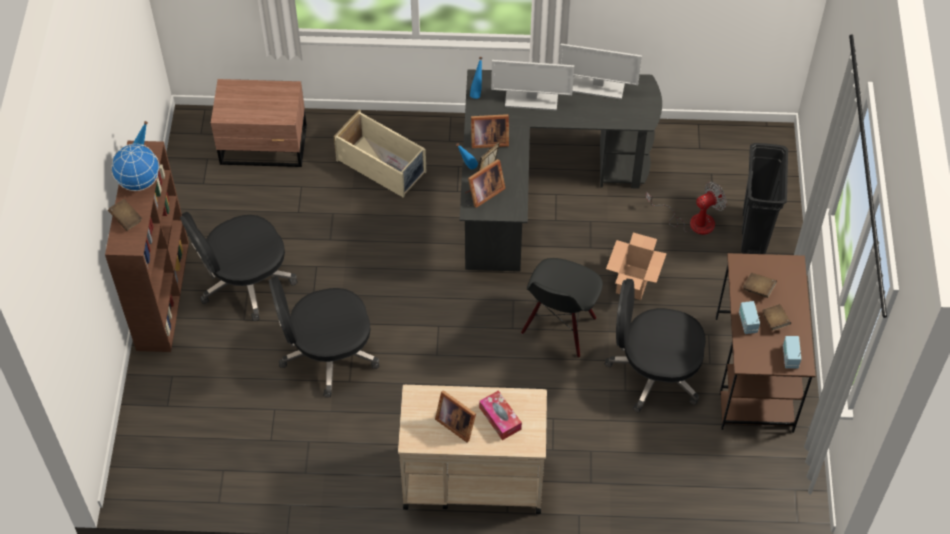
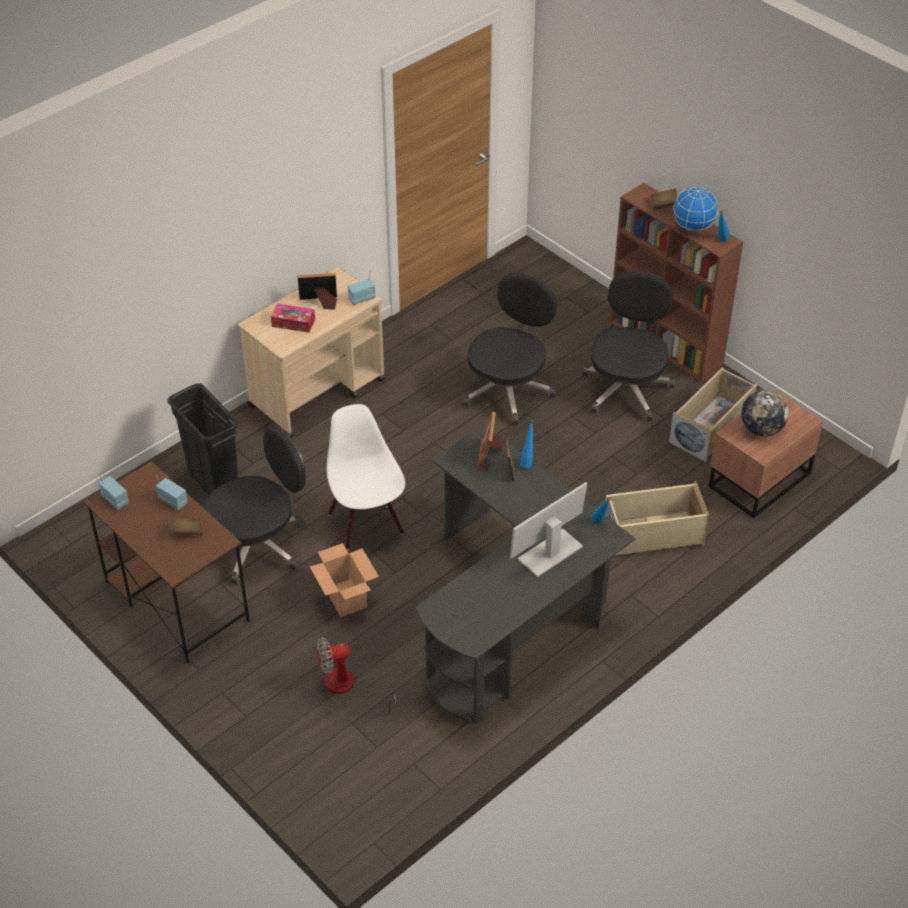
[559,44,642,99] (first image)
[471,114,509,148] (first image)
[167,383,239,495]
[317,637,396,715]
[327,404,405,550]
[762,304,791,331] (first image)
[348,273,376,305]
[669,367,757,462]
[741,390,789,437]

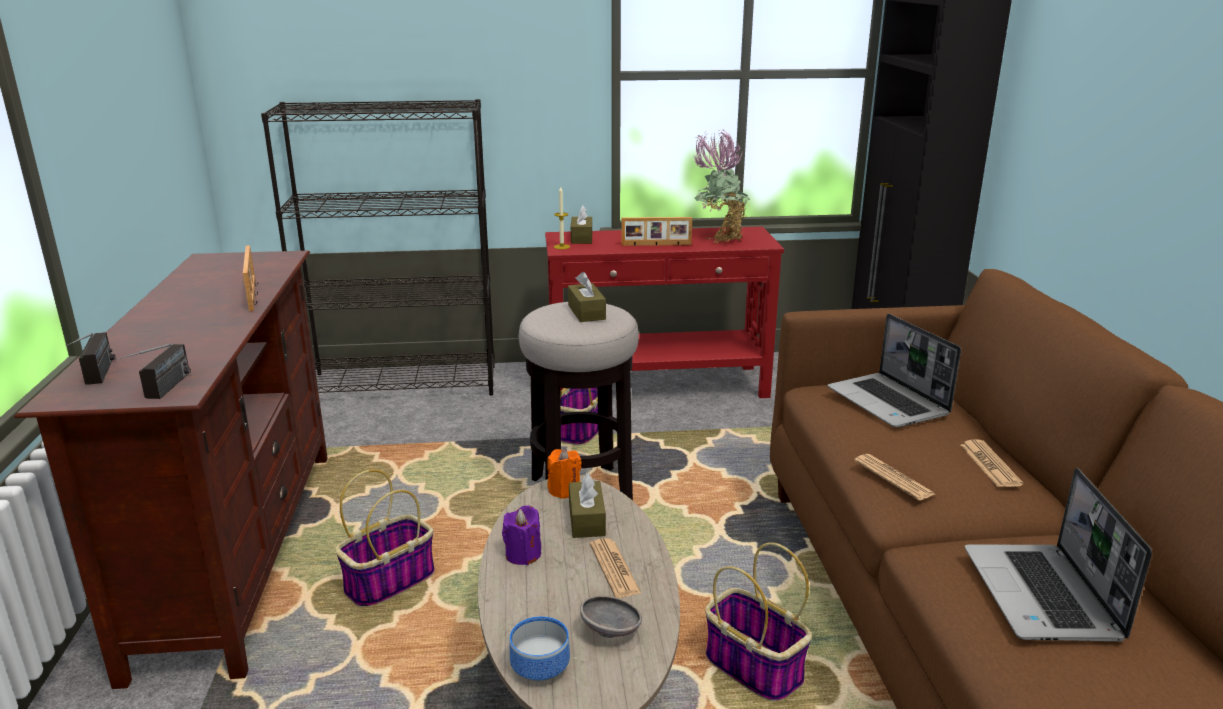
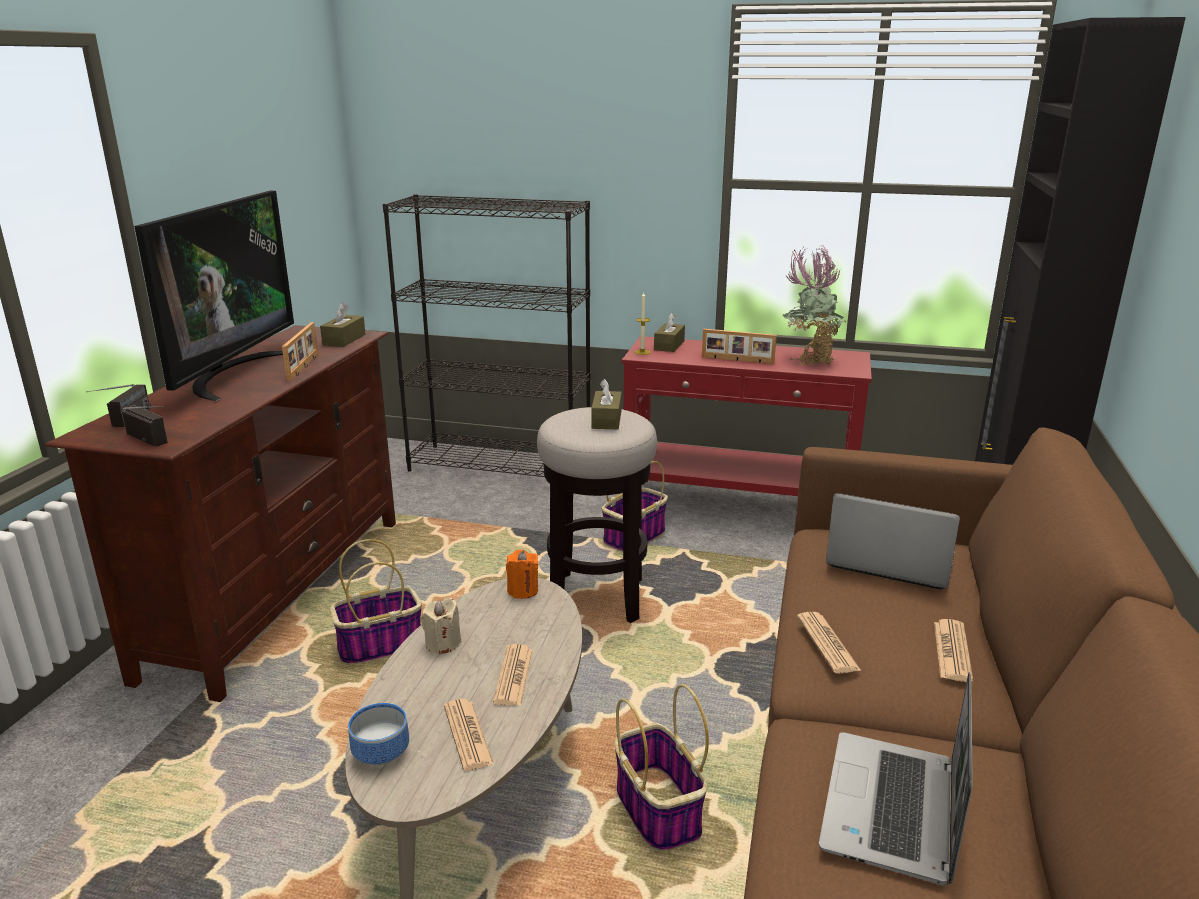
[826,493,960,589]
[122,405,168,447]
[320,302,366,347]
[421,597,462,655]
[444,699,494,771]
[134,191,294,401]

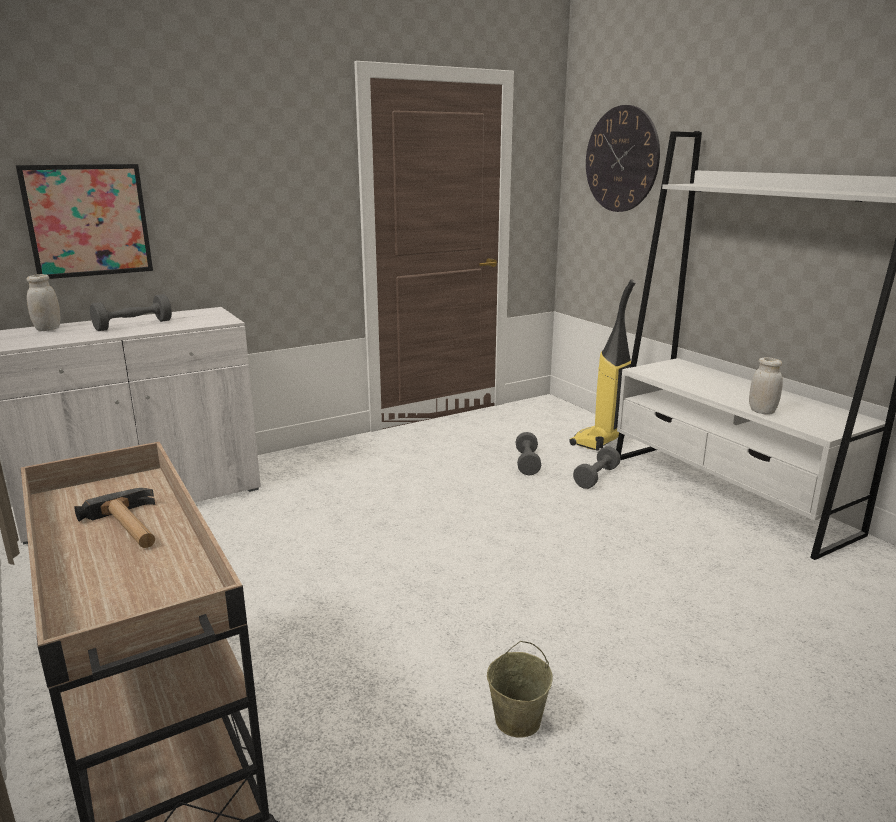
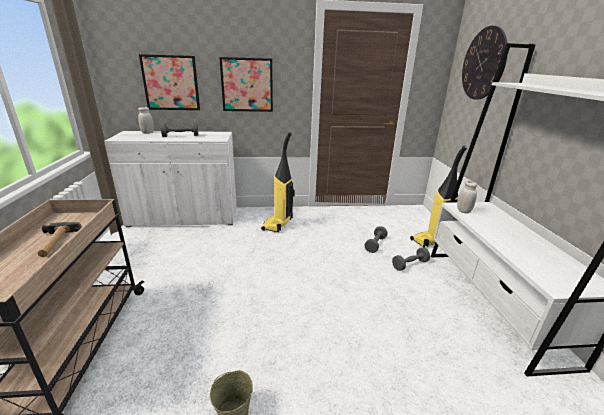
[457,181,478,214]
[219,57,273,112]
[261,132,295,232]

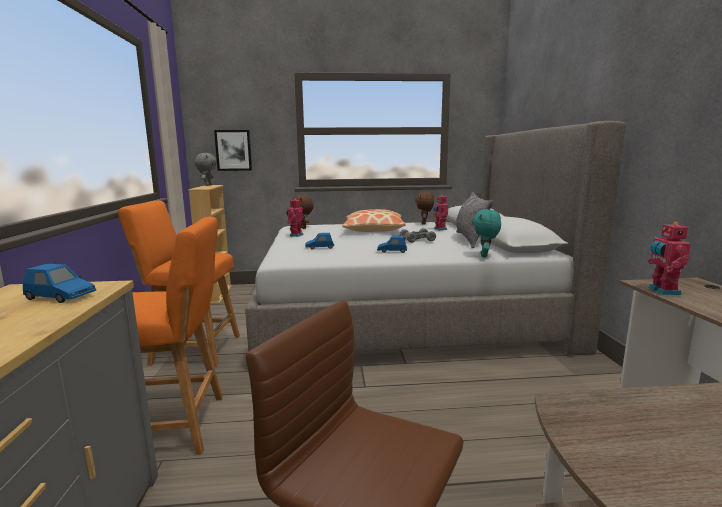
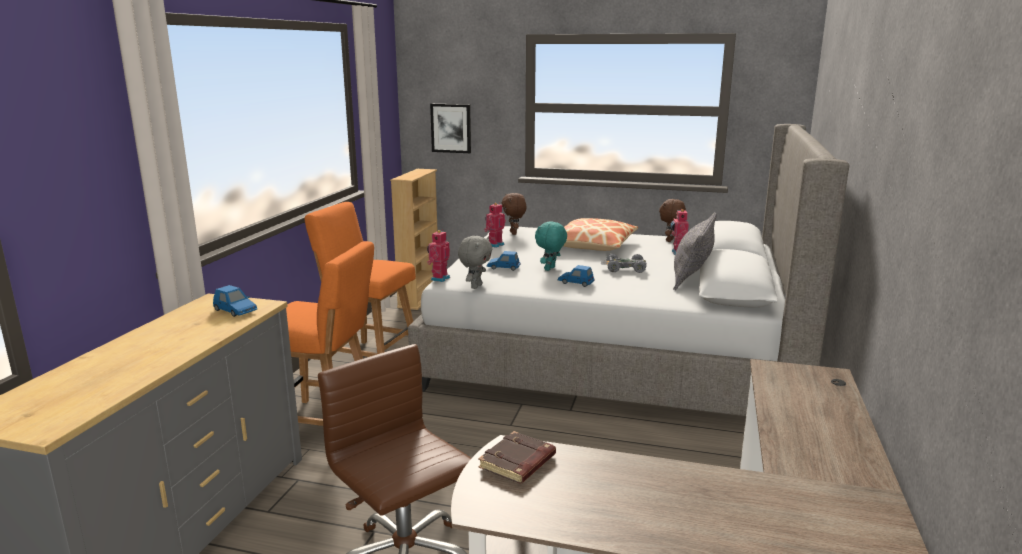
[458,236,492,289]
[535,221,567,271]
[427,230,450,282]
[478,431,556,484]

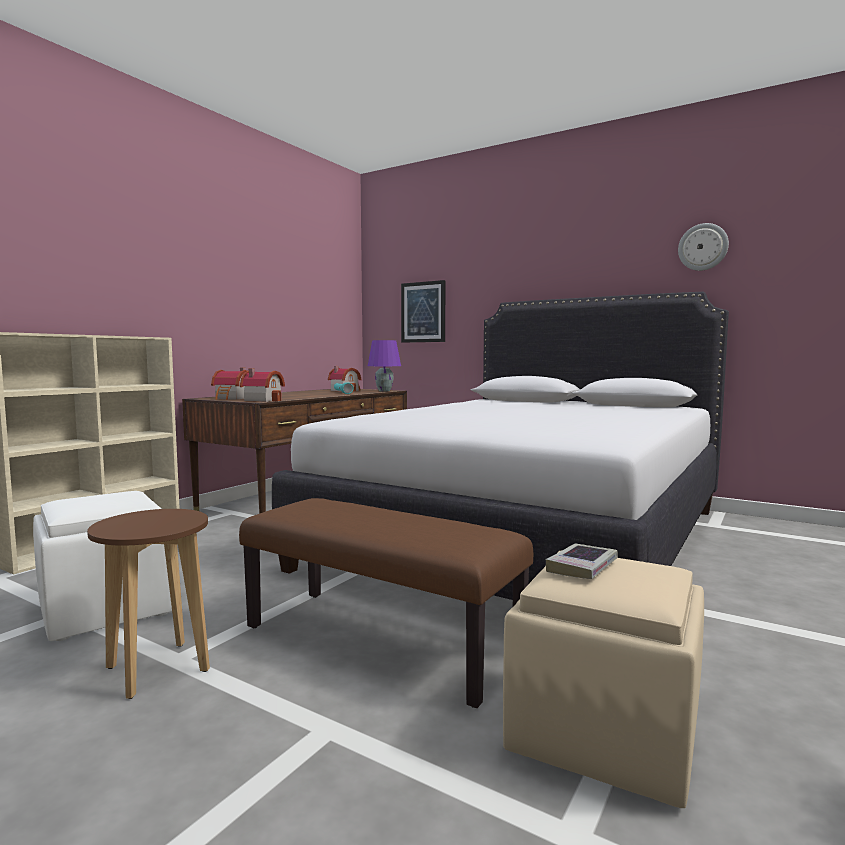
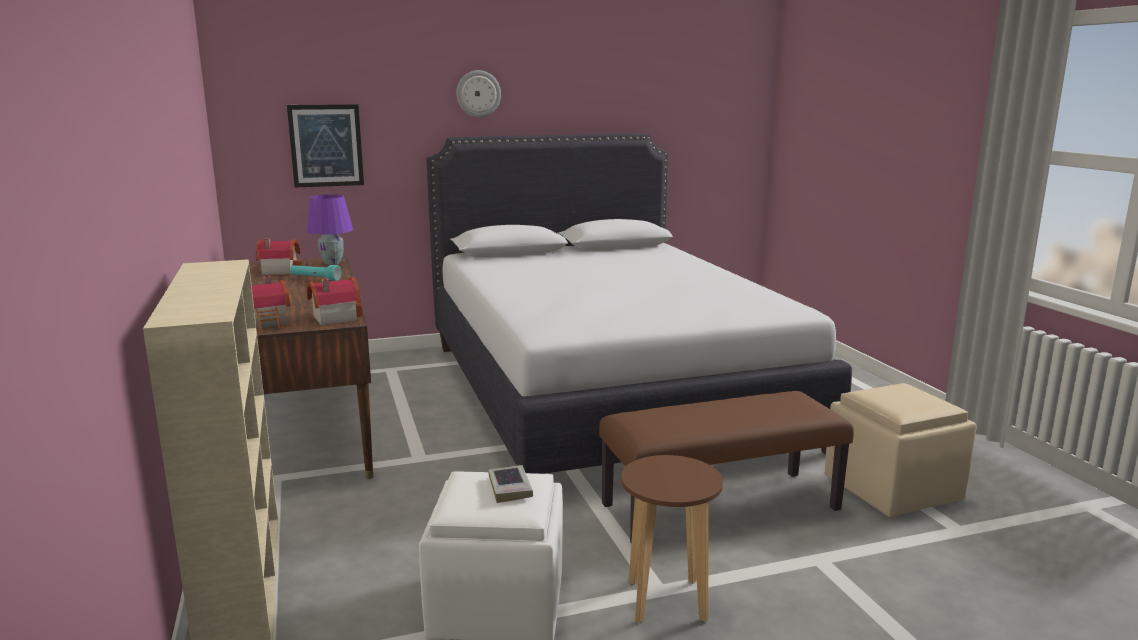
[456,70,501,117]
[488,465,533,503]

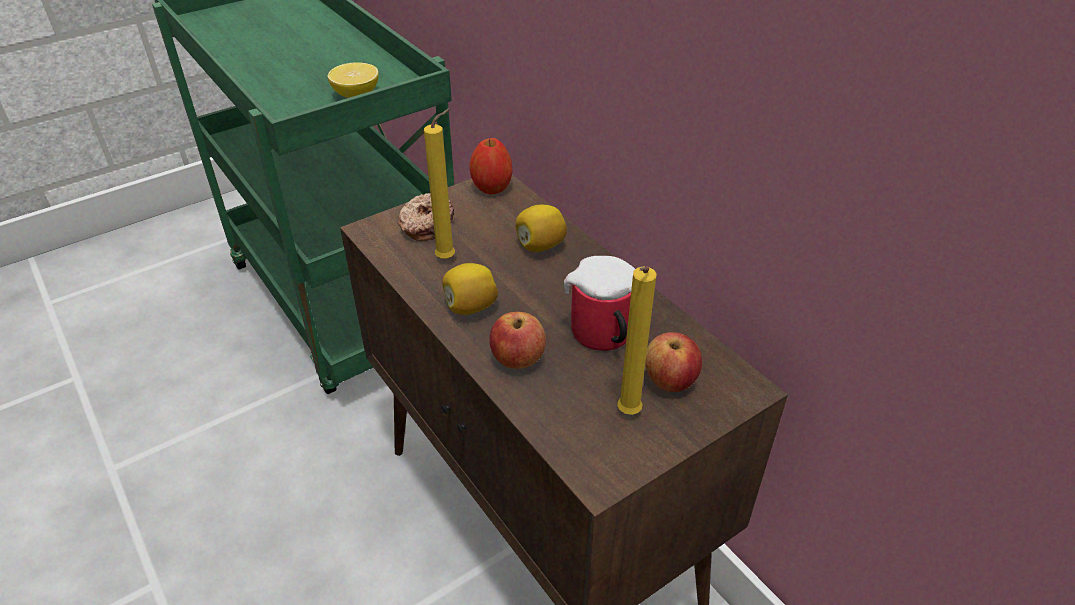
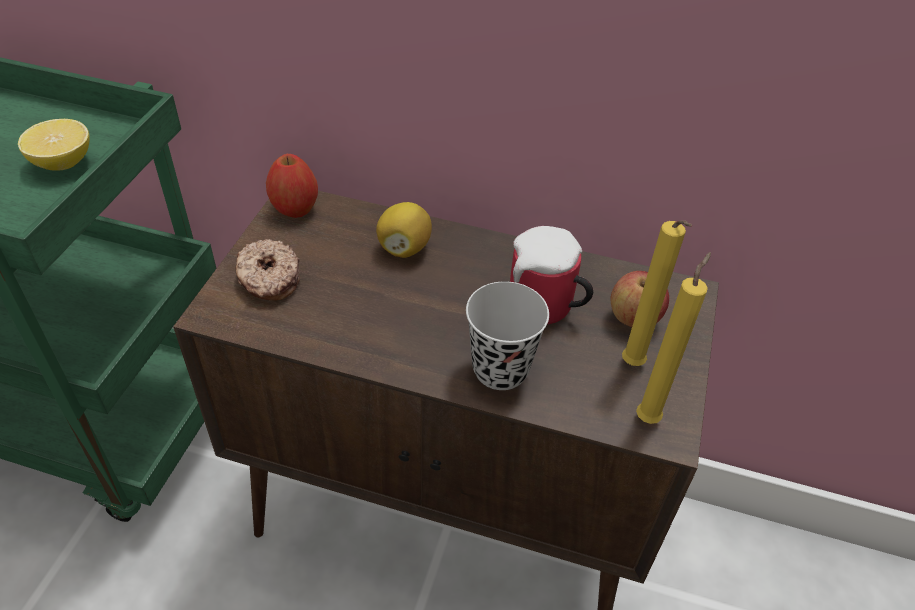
[636,252,711,424]
[442,263,498,315] (first image)
[466,281,549,390]

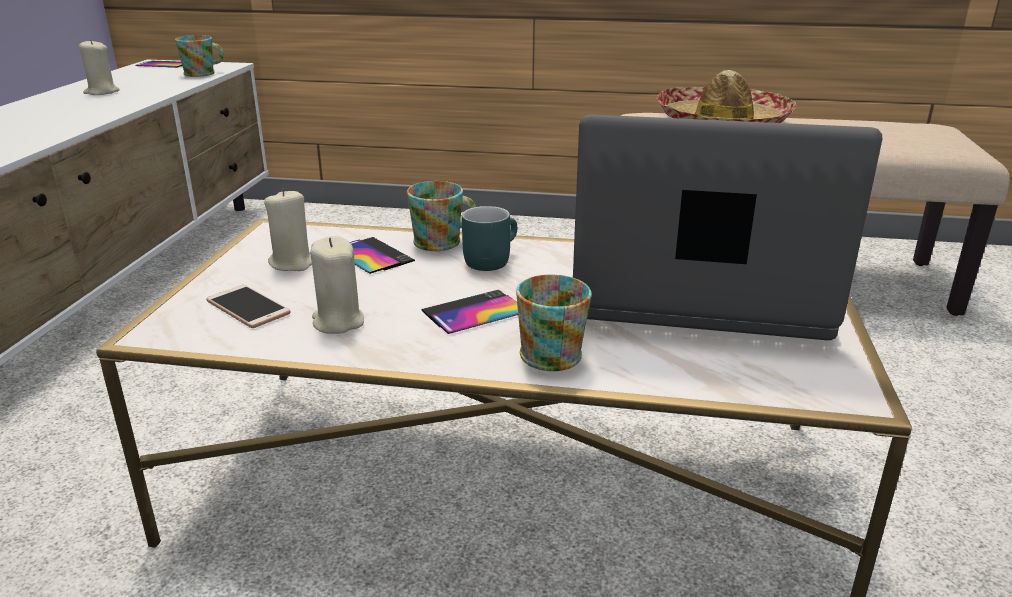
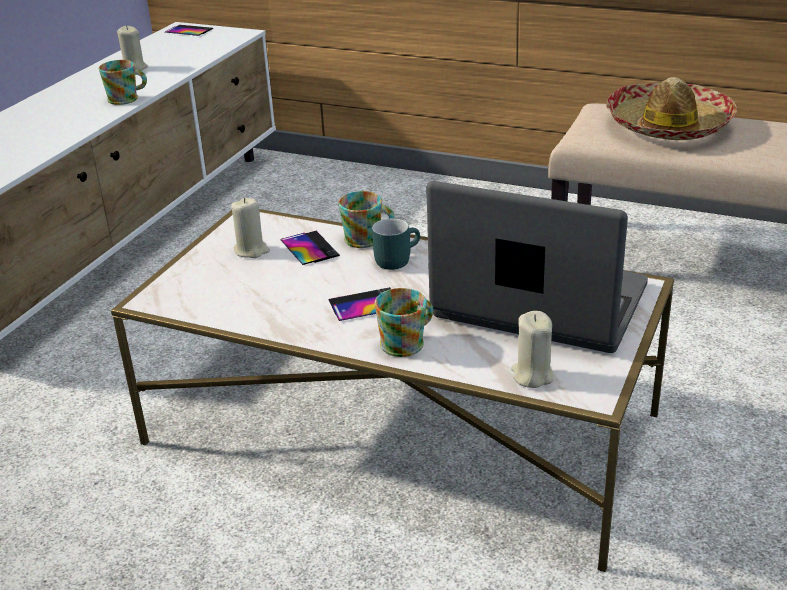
[99,60,147,105]
[511,311,554,388]
[206,285,291,328] (first image)

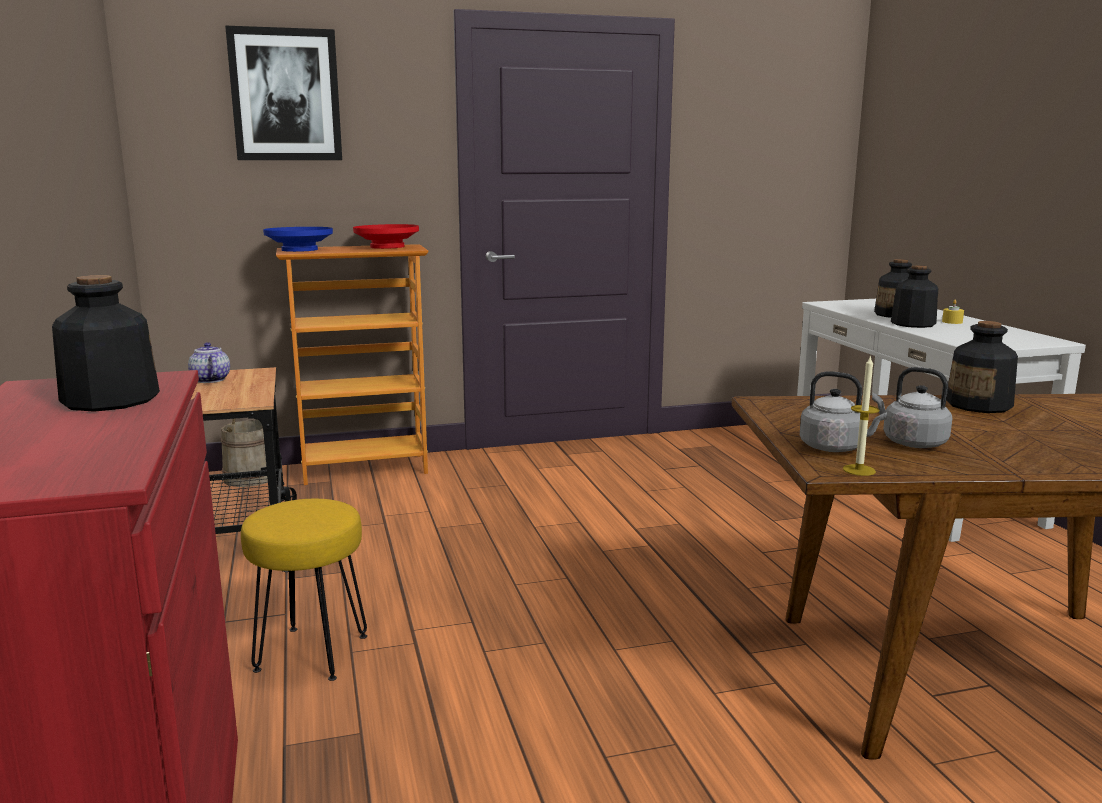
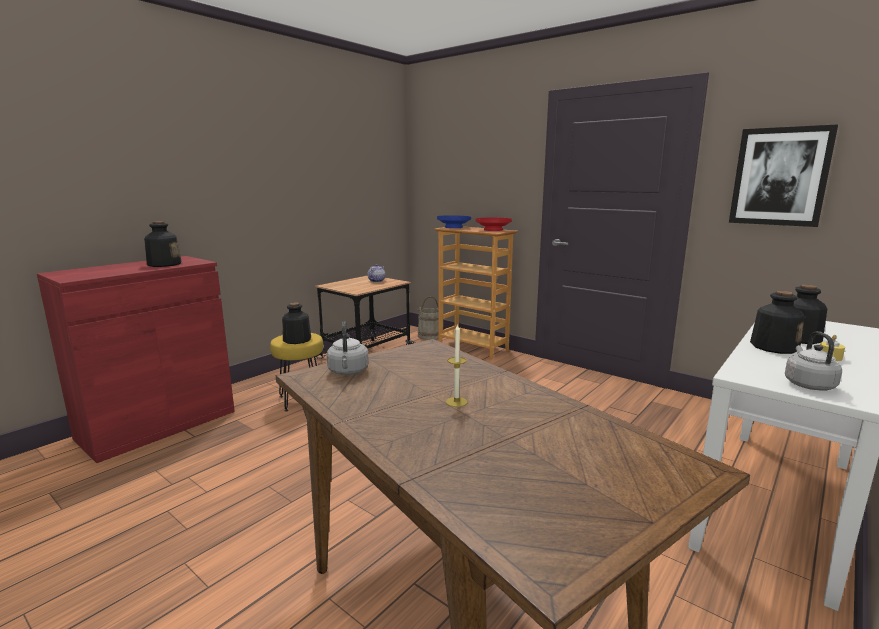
[729,124,838,227]
[282,302,311,344]
[446,323,467,407]
[785,331,842,391]

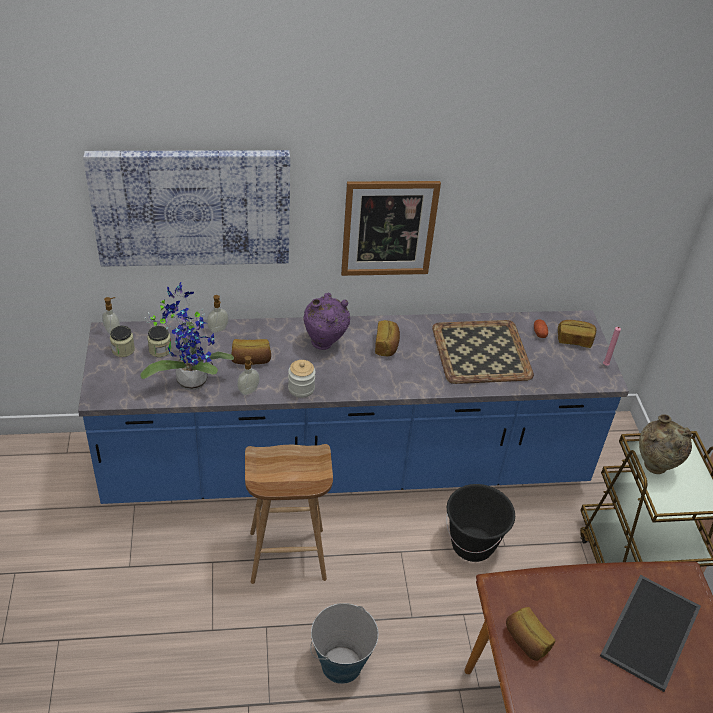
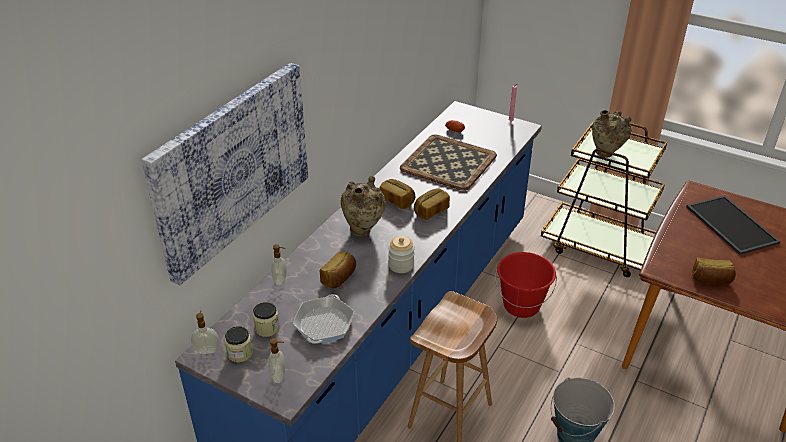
[341,181,441,276] (first image)
[293,294,355,344]
[341,176,386,236]
[414,188,450,220]
[268,338,285,383]
[495,252,557,318]

